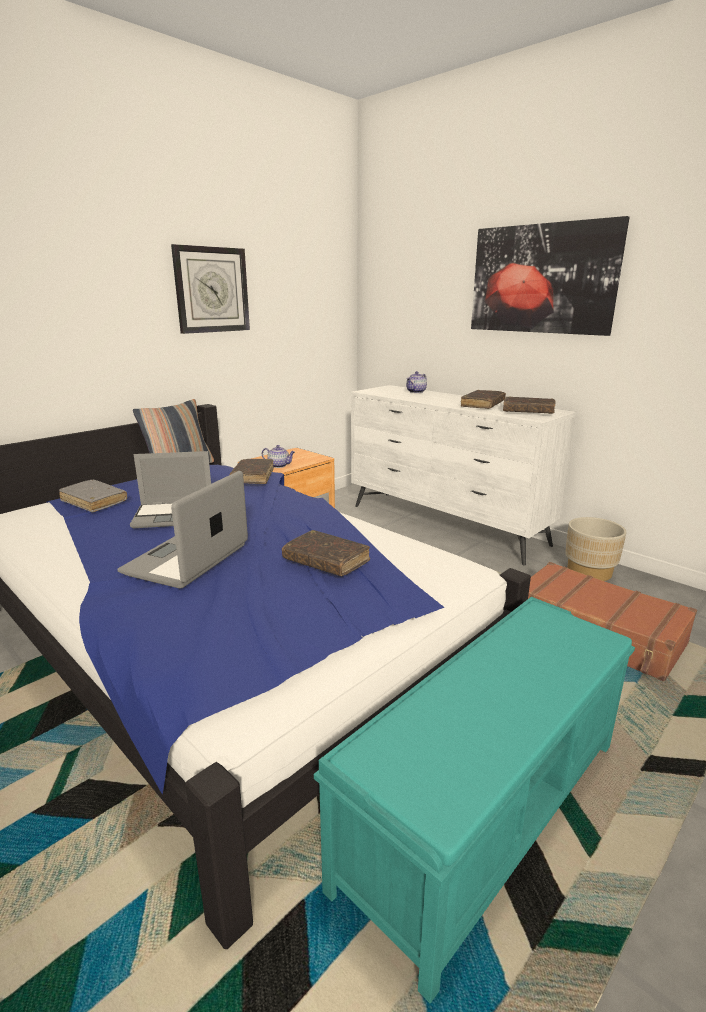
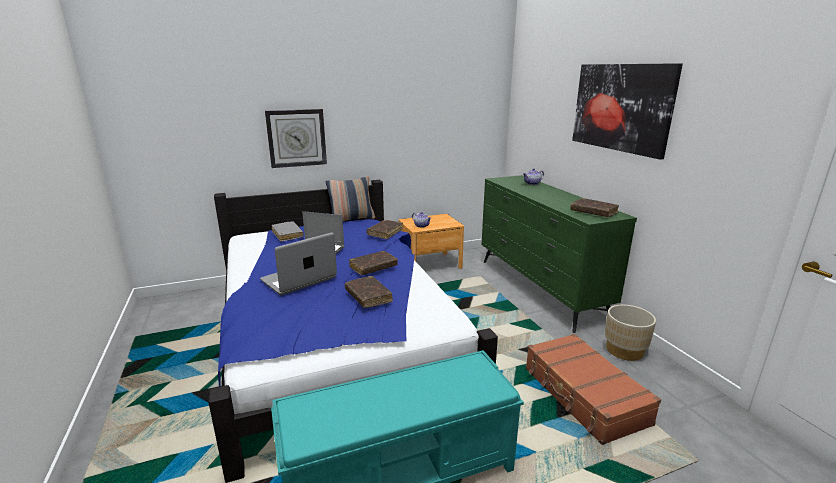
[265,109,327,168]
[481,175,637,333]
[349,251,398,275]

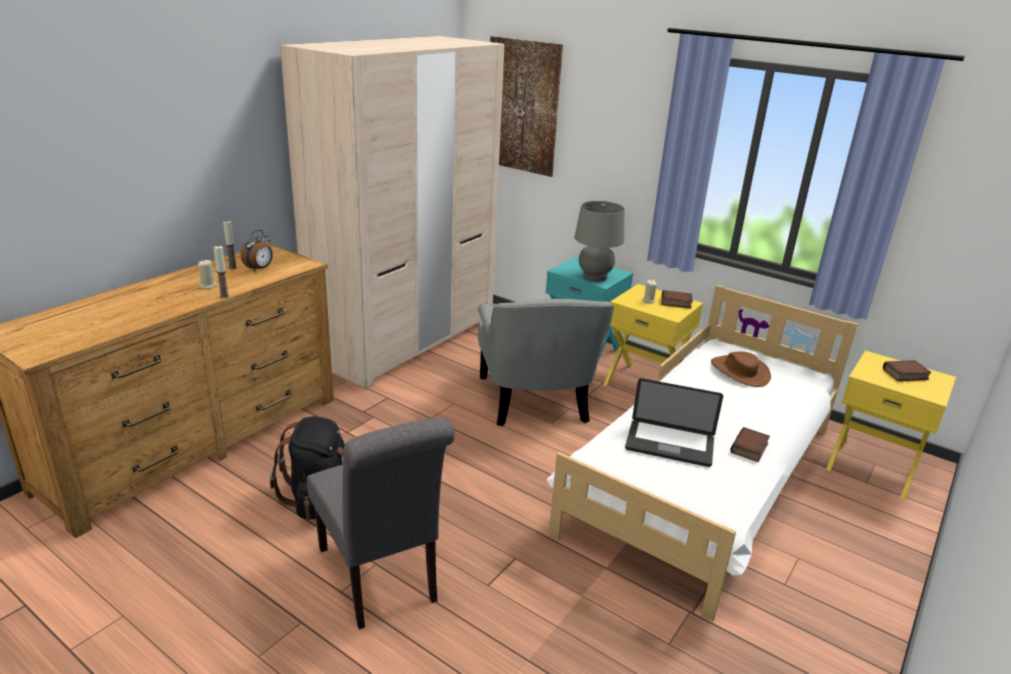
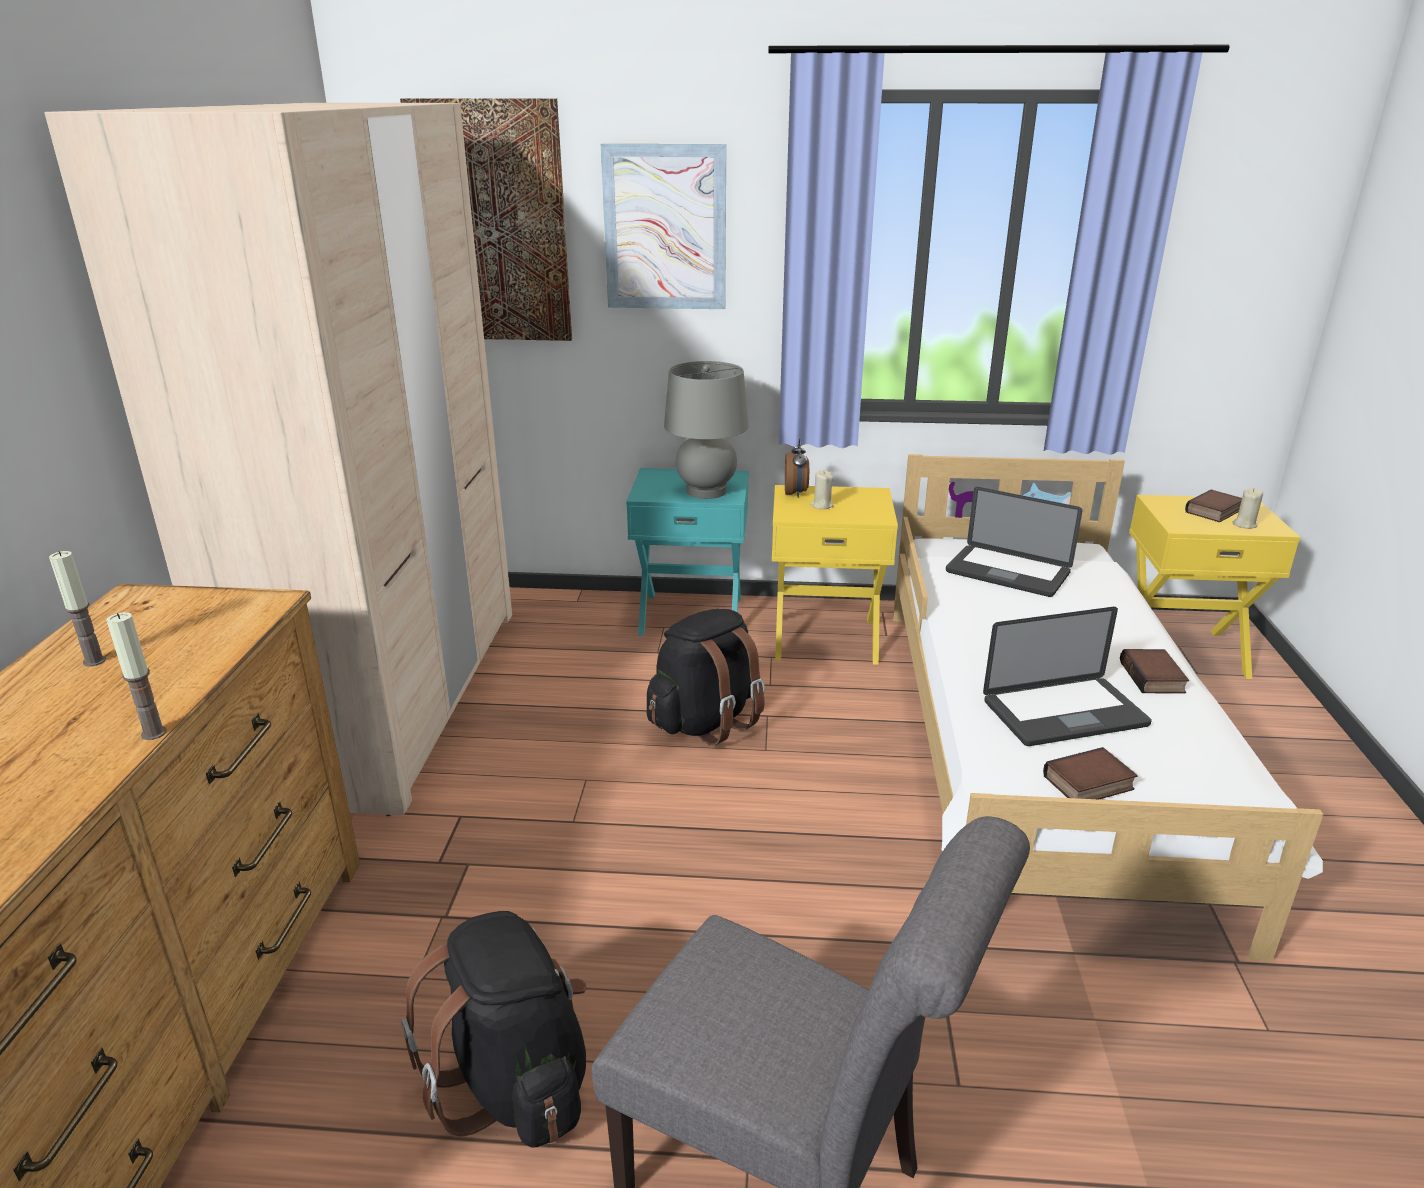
[785,439,809,498]
[1232,488,1263,529]
[1043,747,1138,799]
[647,609,765,746]
[946,487,1083,597]
[601,144,726,309]

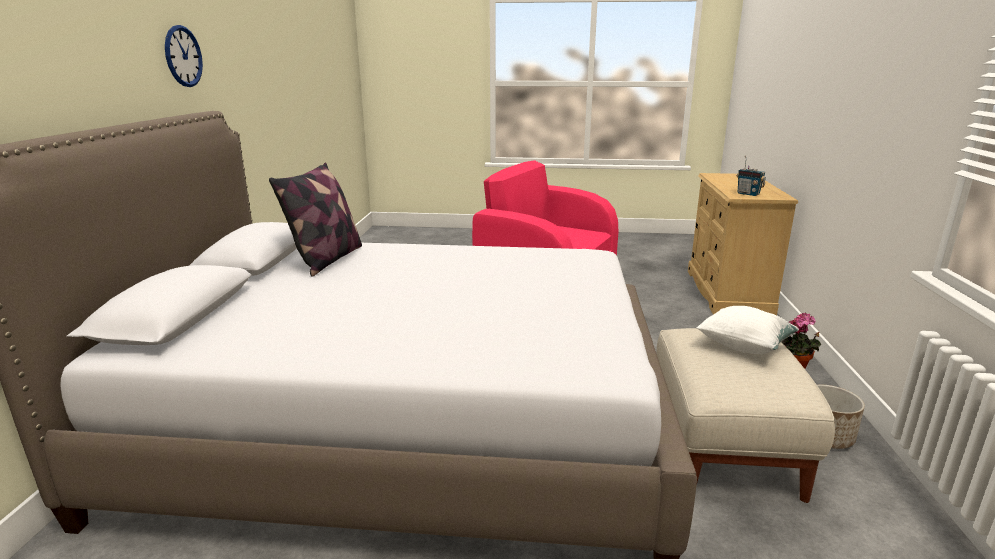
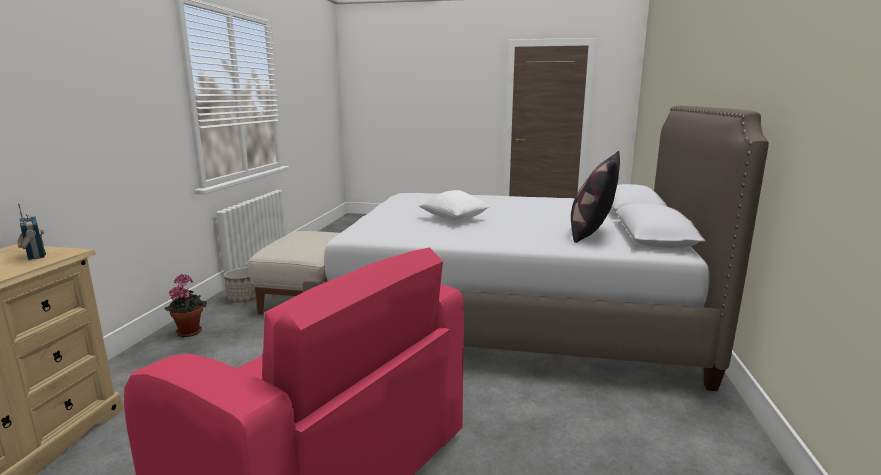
[165,25,203,87] (first image)
[419,190,489,222]

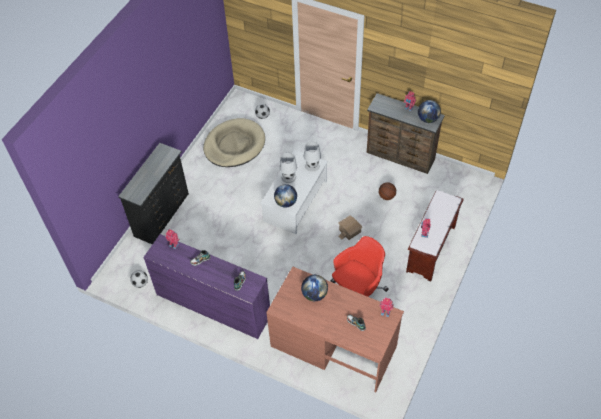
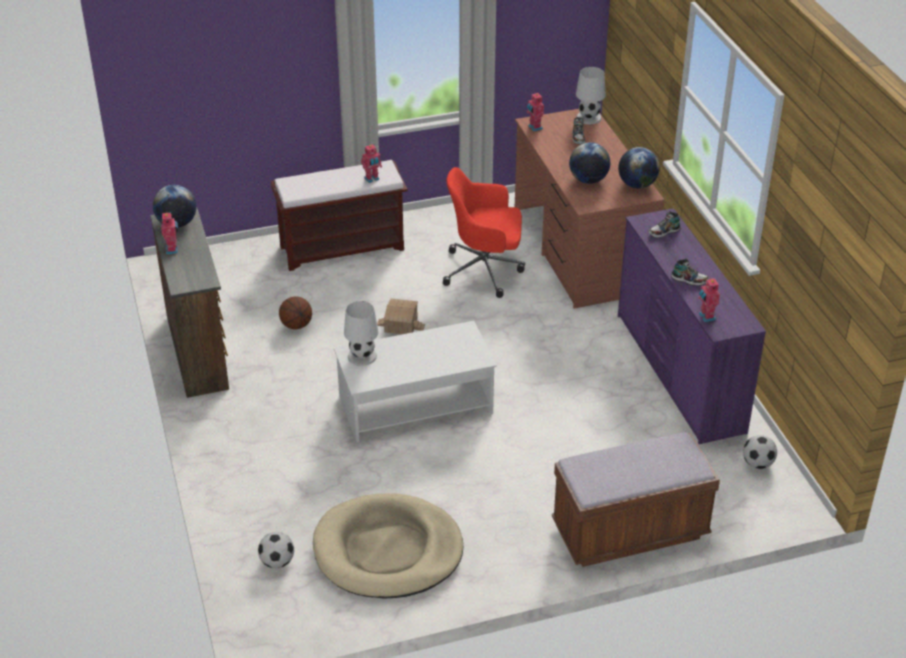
[552,432,720,567]
[576,67,606,124]
[618,147,660,189]

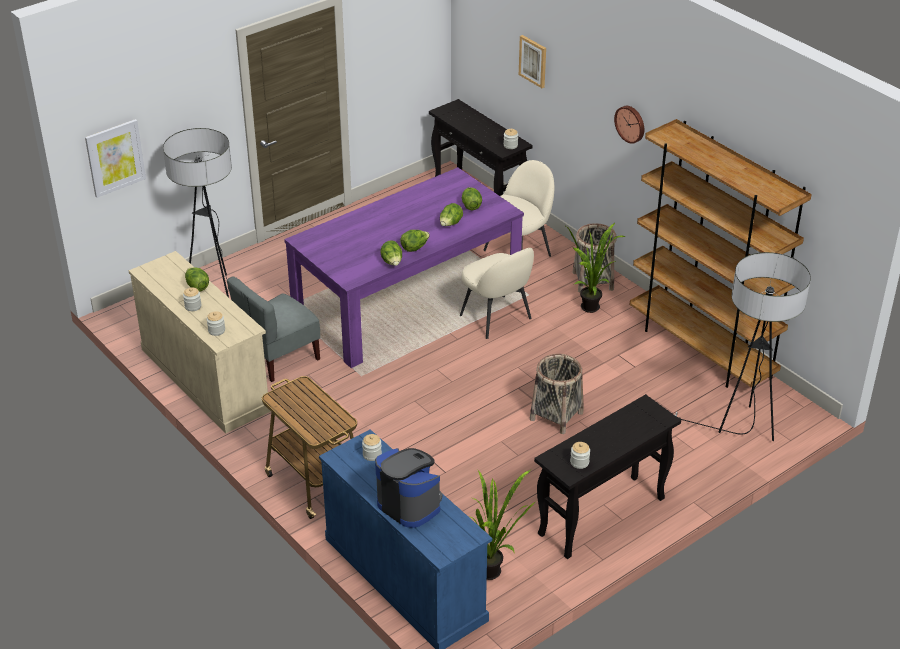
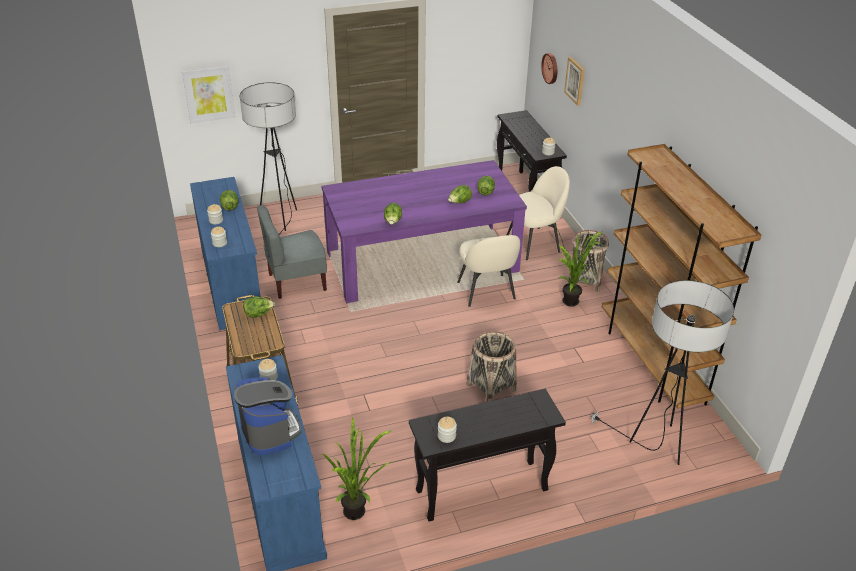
[541,53,557,84]
[243,296,275,318]
[190,177,262,330]

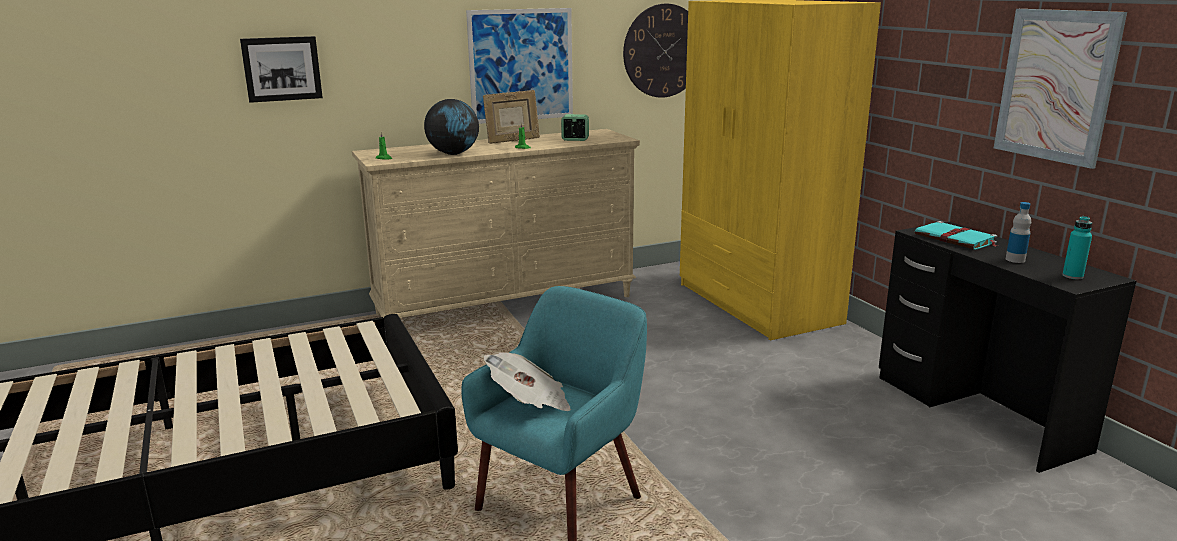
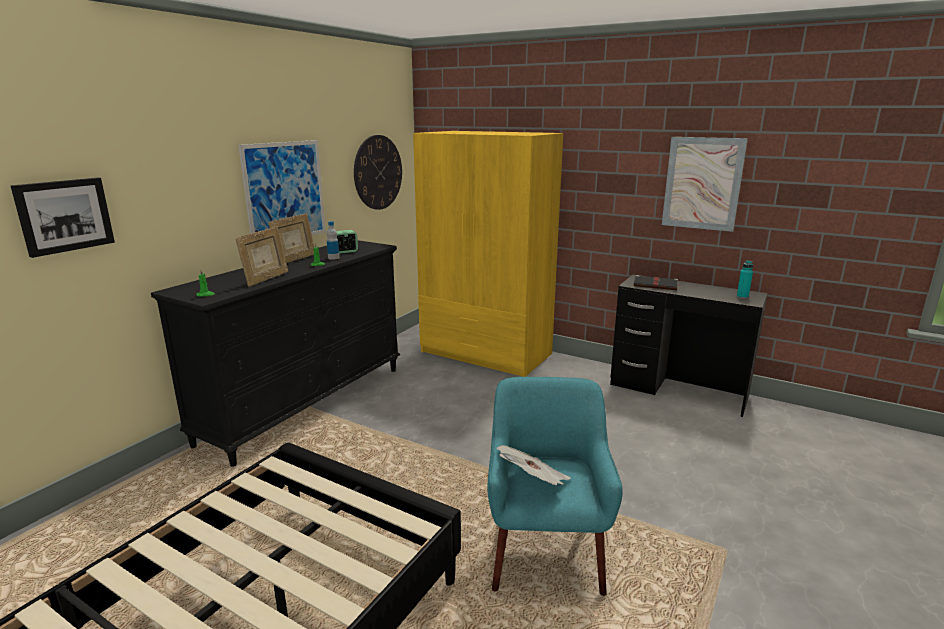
[235,226,288,286]
[151,240,400,467]
[327,221,339,260]
[634,275,681,290]

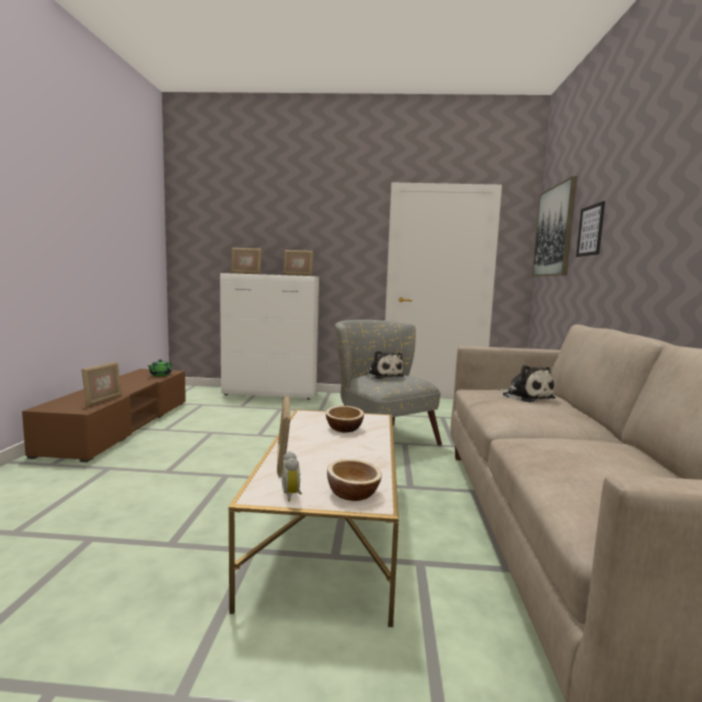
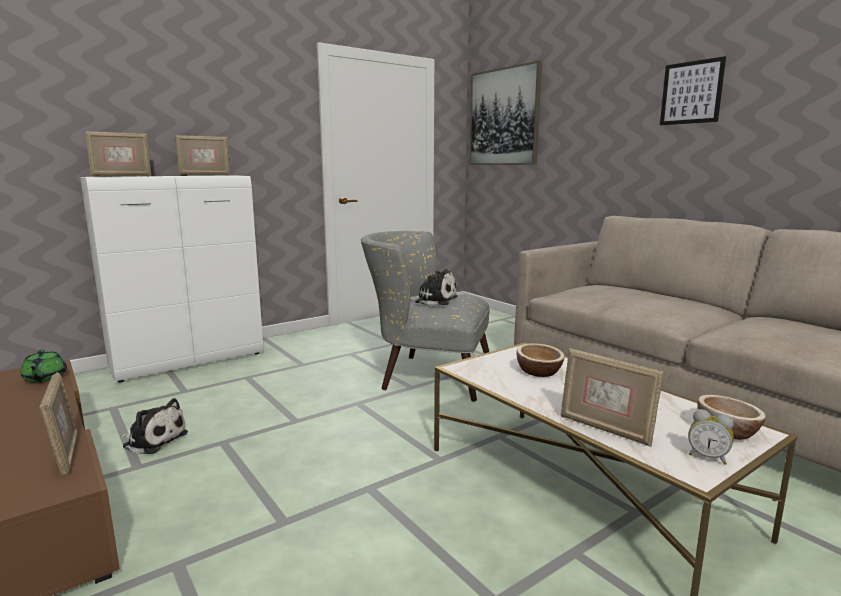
[660,56,726,125]
[120,398,188,454]

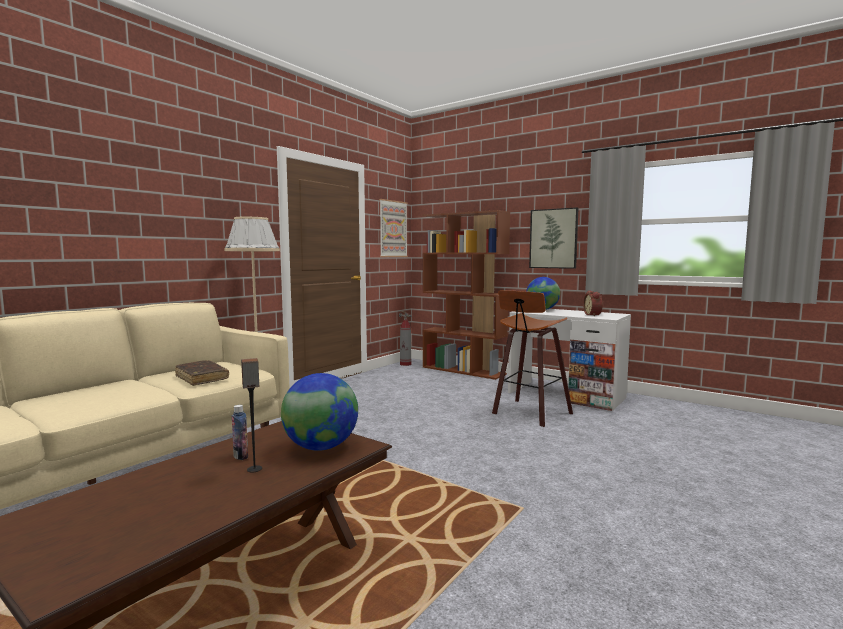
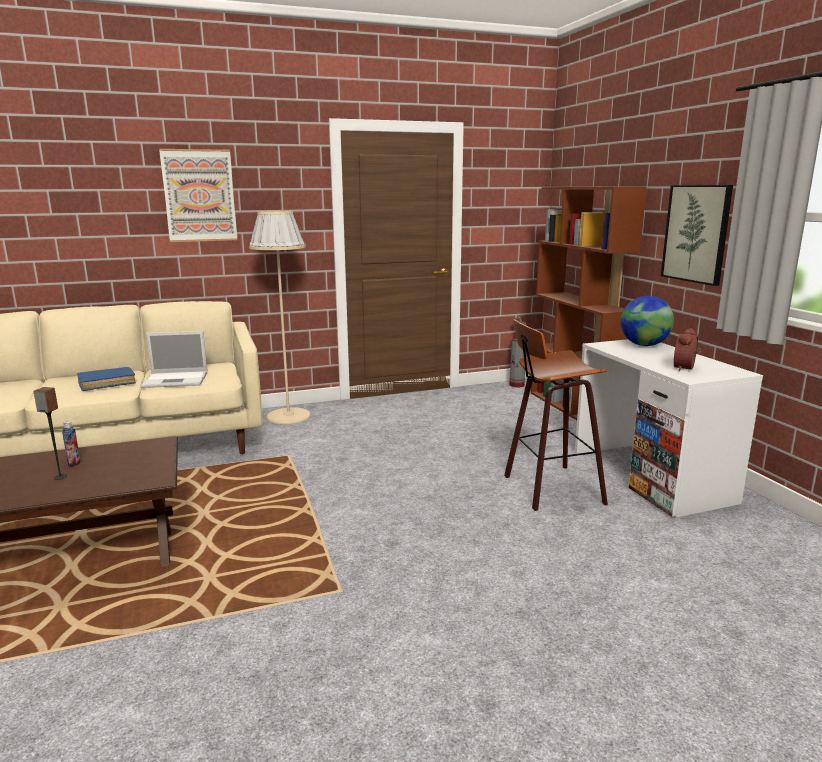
[159,149,237,242]
[141,331,207,388]
[281,373,358,451] (first image)
[77,367,136,391]

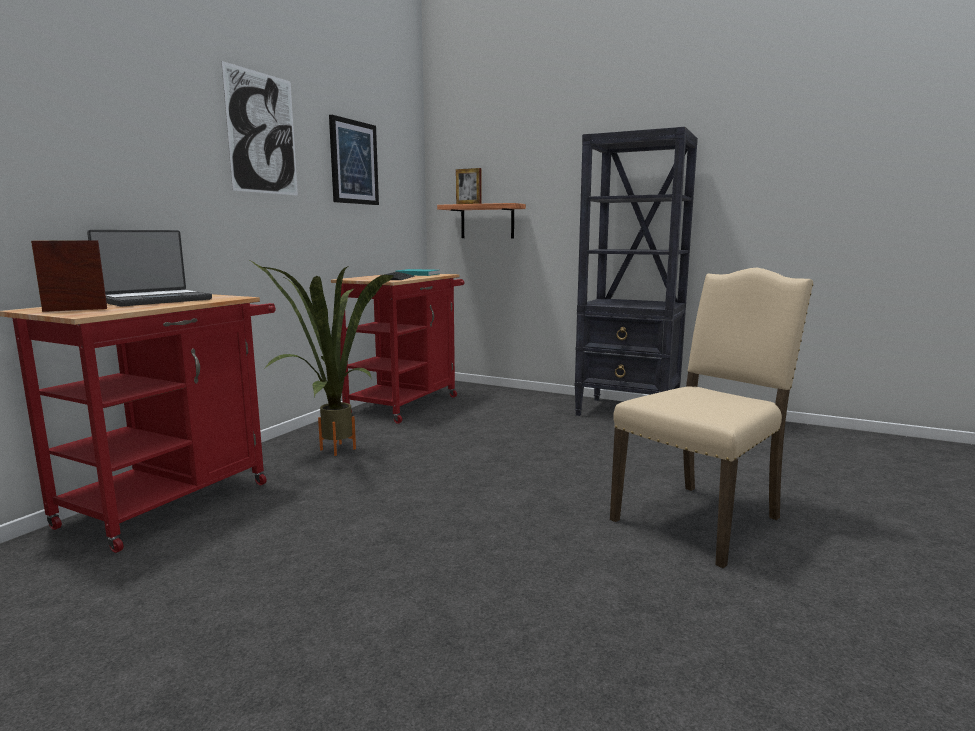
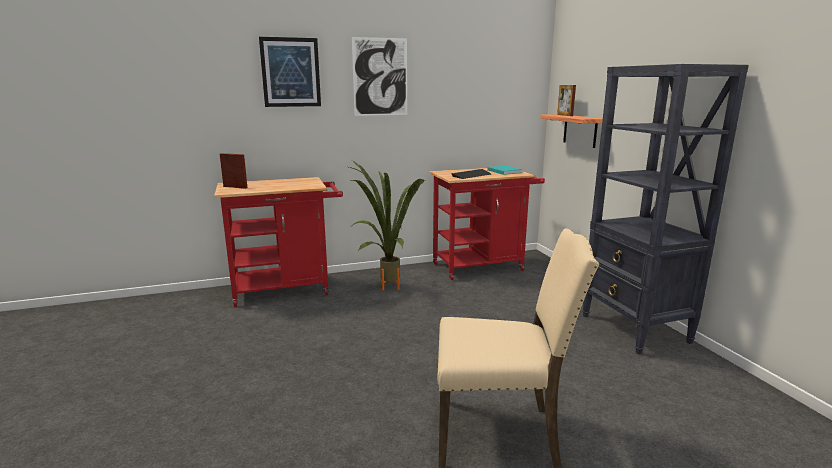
[259,37,321,107]
[87,230,212,307] (first image)

